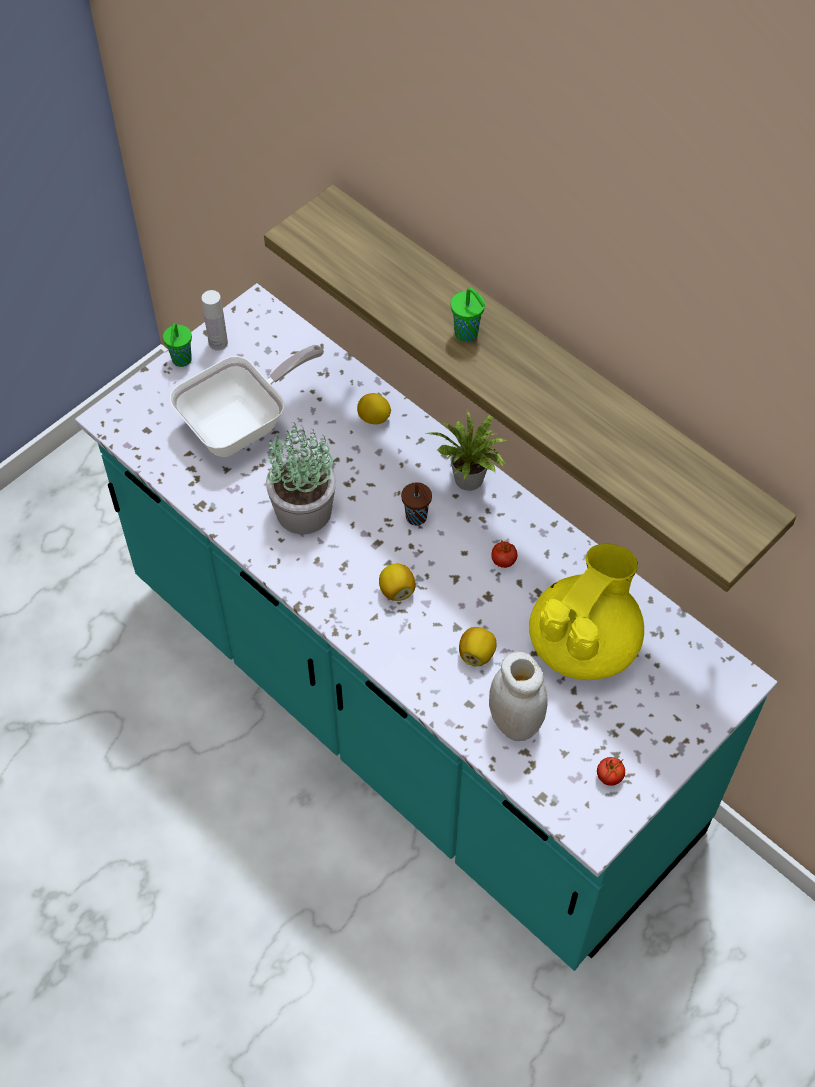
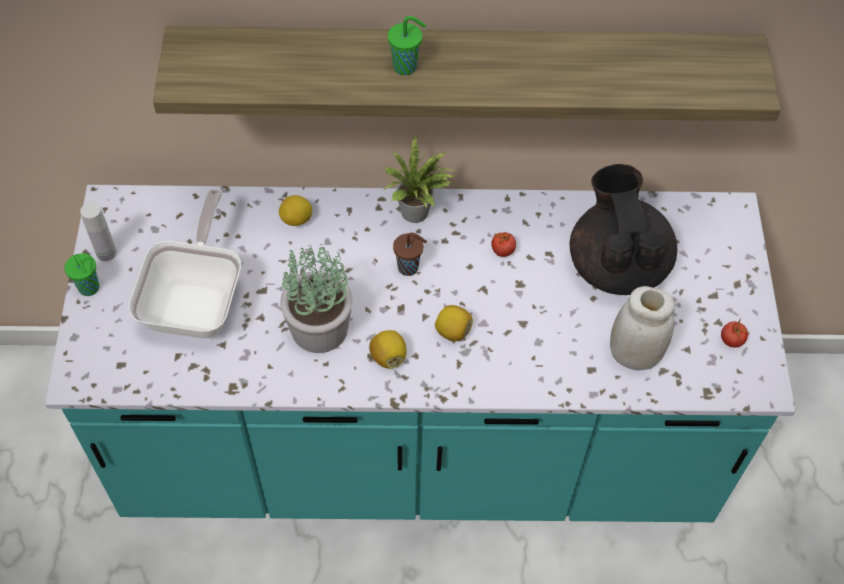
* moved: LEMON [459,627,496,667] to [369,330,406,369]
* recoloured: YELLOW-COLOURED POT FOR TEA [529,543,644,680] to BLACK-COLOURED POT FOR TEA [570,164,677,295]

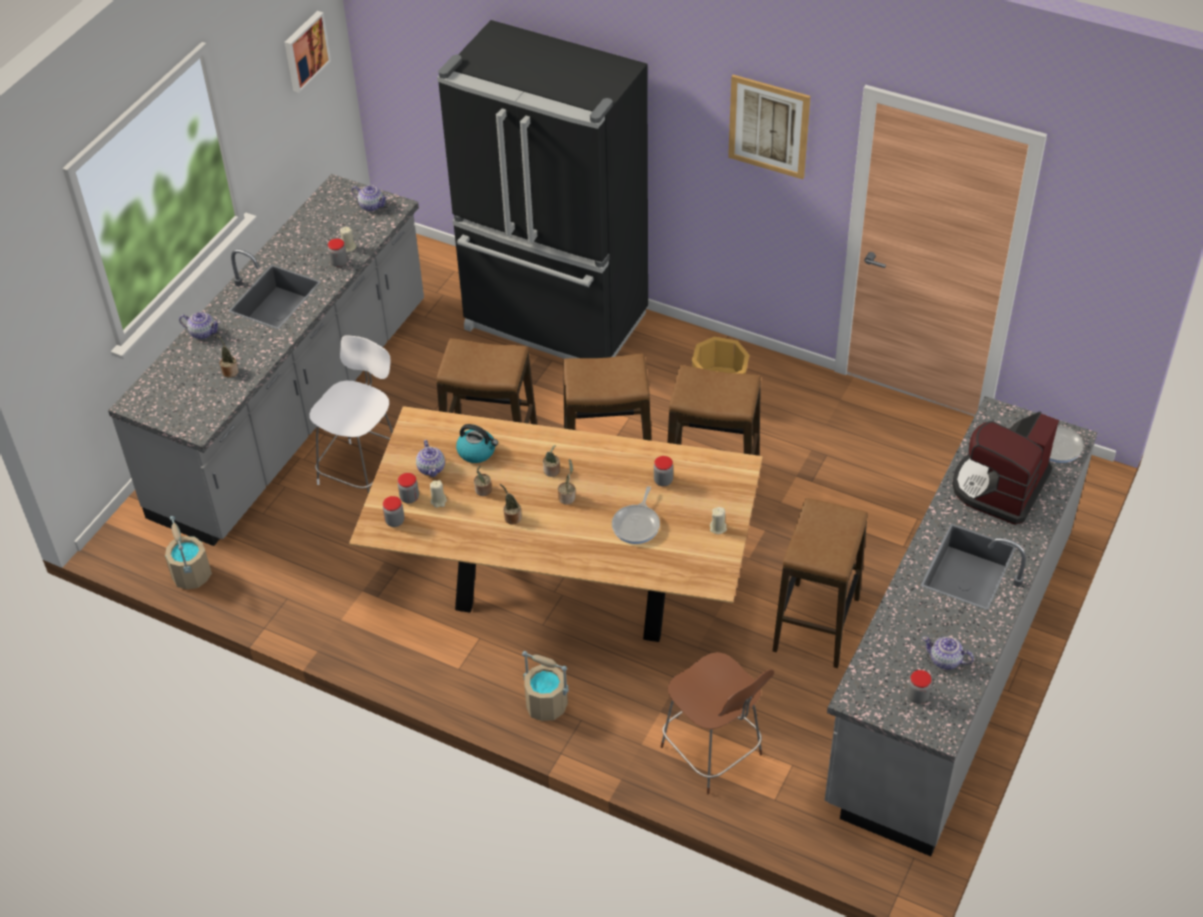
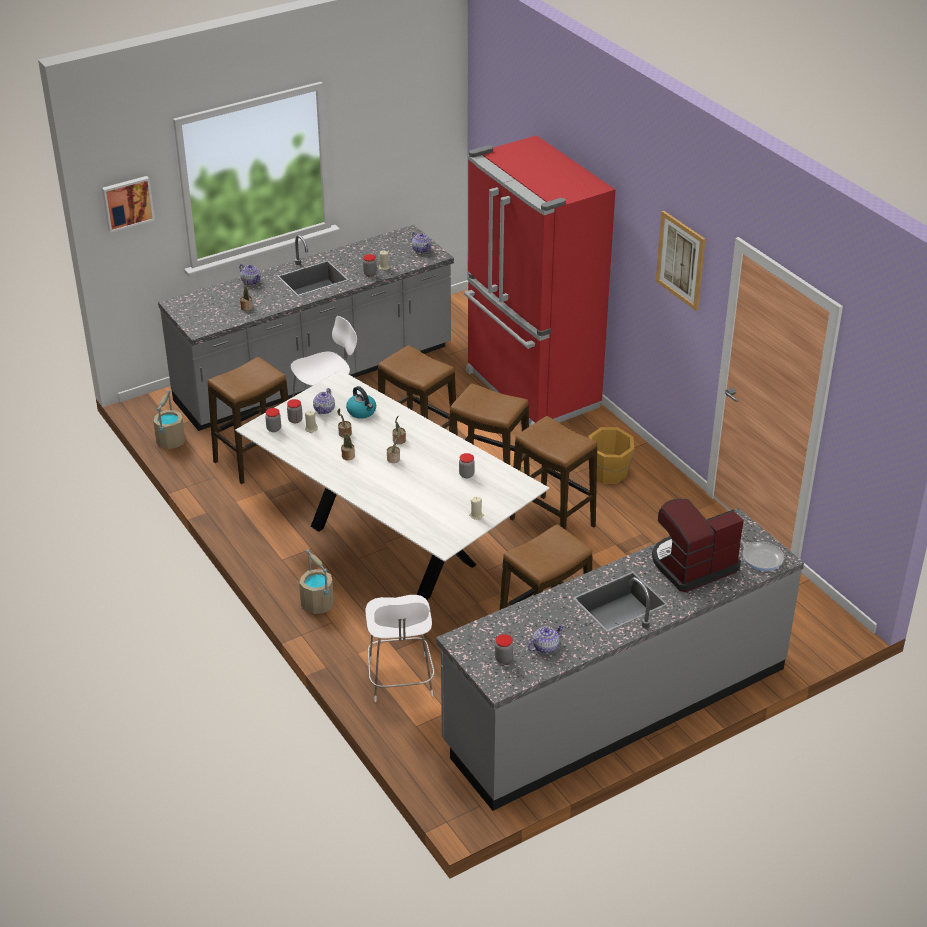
* moved: WALL ART [285,11,331,93] to [102,176,155,233]
* added: SITTING STOOL [208,357,289,484]
* recoloured: BROWNISH KITCHEN TABLE [349,406,763,642] to WHITE KITCHEN TABLE [235,370,550,600]
* recoloured: BROWNISH UPRIGHT CHAIR [660,652,774,794] to WHITE UPRIGHT CHAIR [365,595,435,702]
* recoloured: BLACK-COLOURED KITCHEN FRIDGE [437,20,648,359] to RED-COLOURED KITCHEN FRIDGE [464,135,616,426]
* turned: POT FOR TEA [922,636,974,669] = [528,624,565,654] 90 degrees clockwise
* removed: FRYING PAN [612,486,660,544]

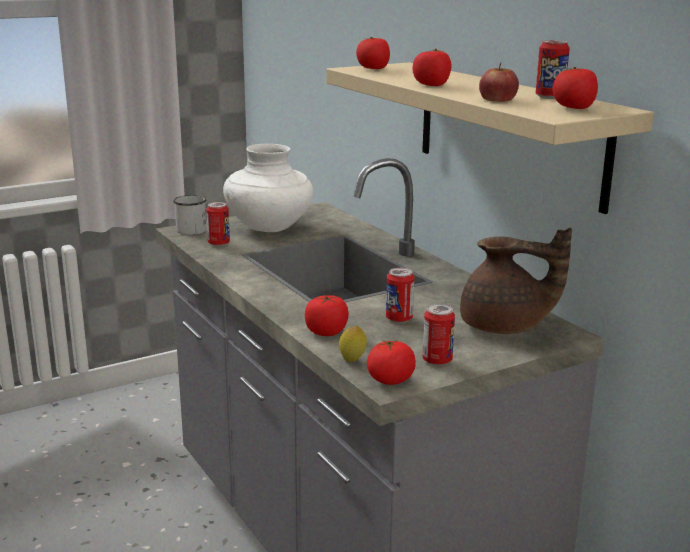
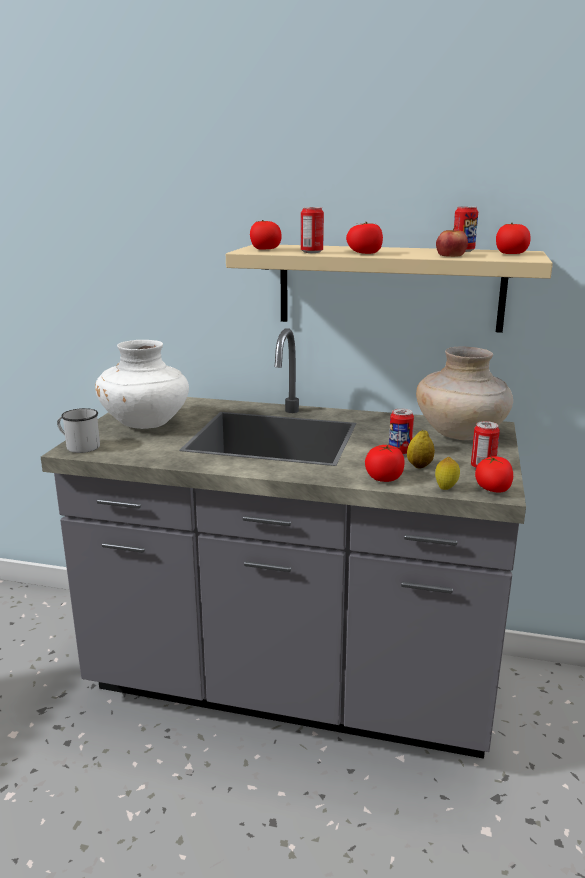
* moved: METAL CAN [206,202,230,246] to [301,207,324,253]
* added: LEMON [407,430,435,469]
* replaced: BROWNISH POT FOR TEA [460,228,572,334] to BEIGE DECORATIVE VASE [416,346,513,440]

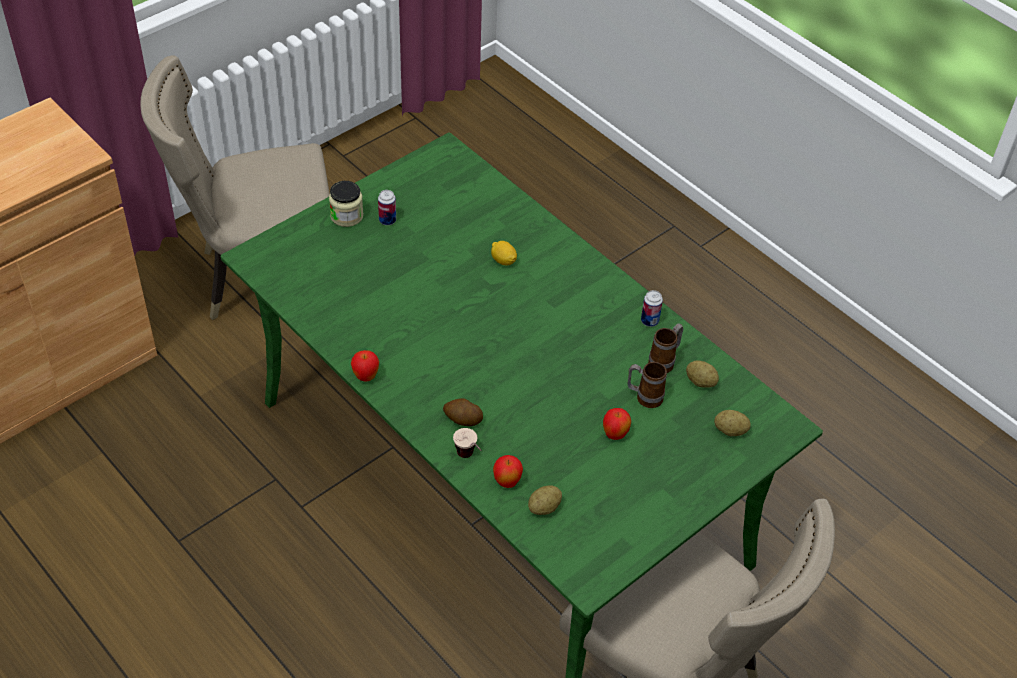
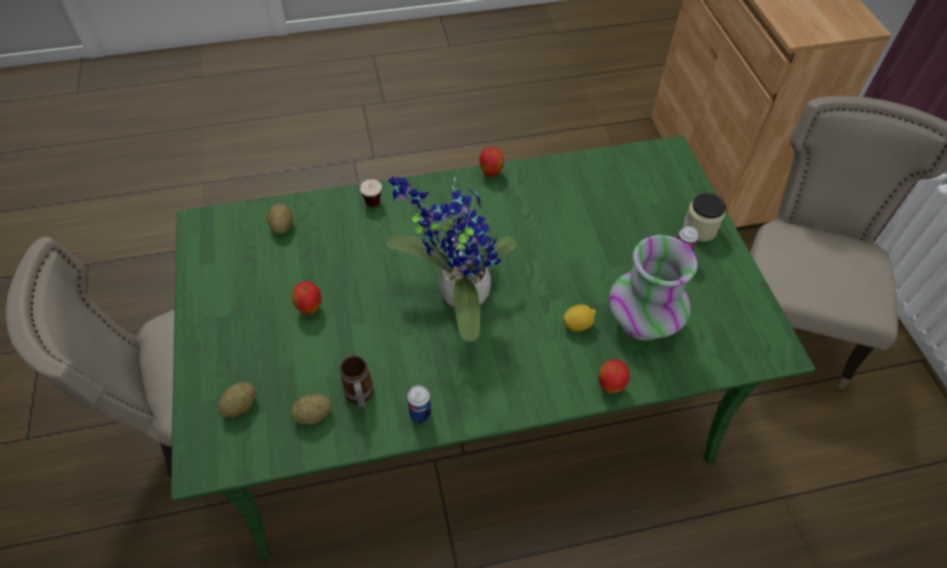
* added: PLANT IN A POT [386,176,516,342]
* moved: APPLE [493,455,523,488] to [598,359,630,394]
* added: DECORATIVE VASE [609,235,698,341]
* removed: SPUD [443,398,483,426]
* removed: TEA MUG [628,362,667,408]

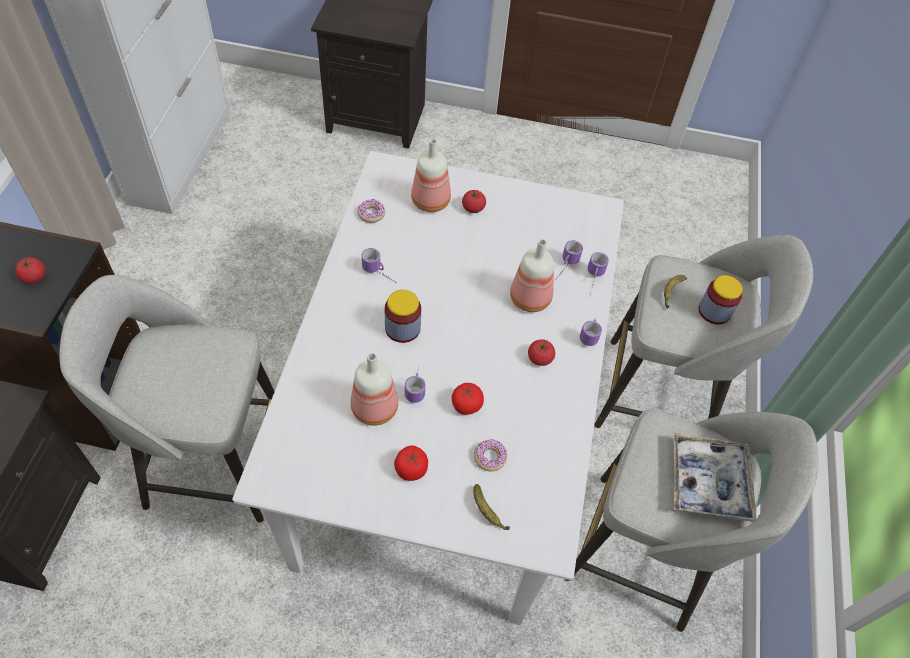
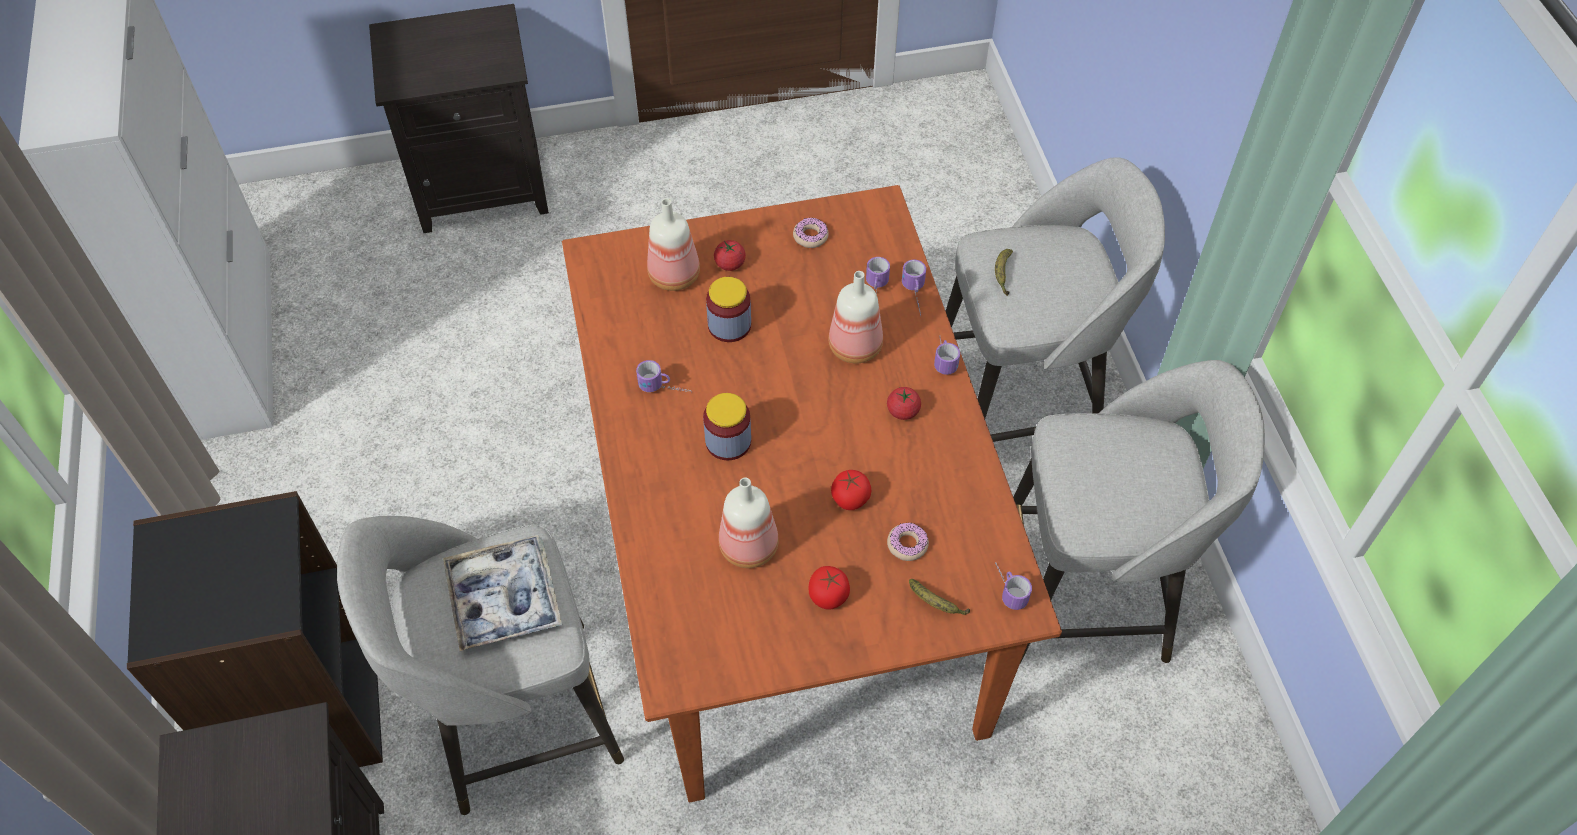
* moved: CARRYING TRAY [673,432,756,522] to [443,535,562,651]
* recoloured: WHITE KITCHEN TABLE [232,151,624,625] to BROWNISH KITCHEN TABLE [562,185,1062,802]
* moved: JAR [699,275,743,325] to [706,277,751,342]
* moved: DONUT [357,199,385,223] to [793,217,829,248]
* moved: TEA MUG [405,366,425,403] to [995,562,1032,610]
* removed: FRESH TOMATO [15,257,45,284]

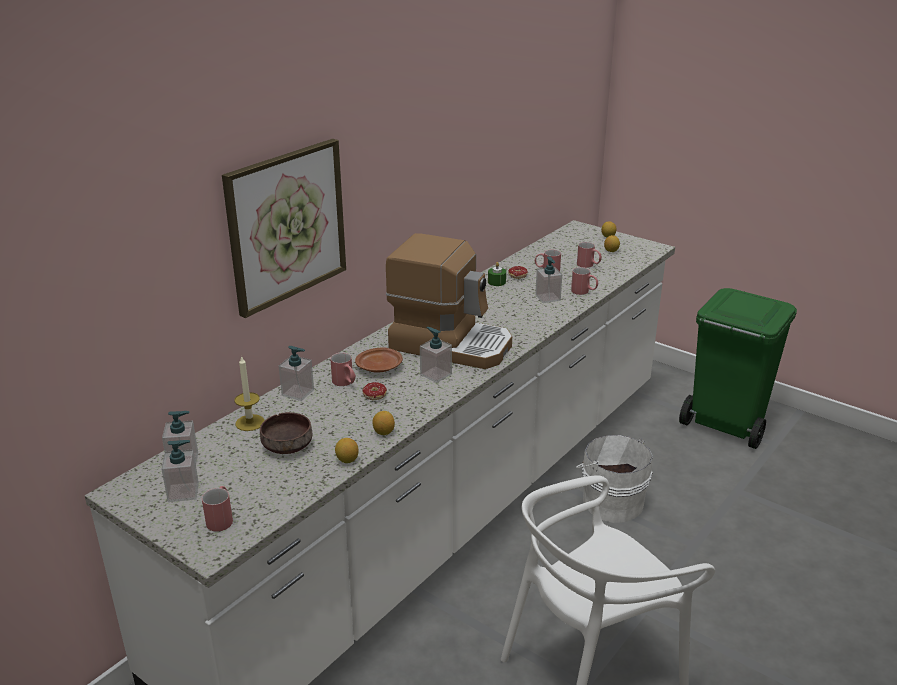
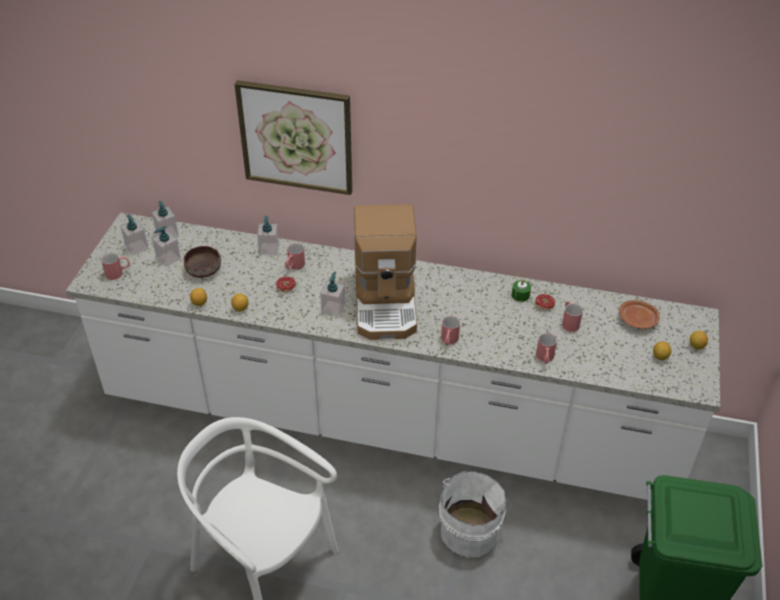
* moved: SOAP DISPENSER [535,256,562,303] to [152,226,181,267]
* moved: RED-COLOURED TEA MUG [577,242,602,268] to [441,316,460,346]
* moved: BROWNISH DINNER PLATE [355,347,403,373] to [619,300,660,329]
* removed: CANDLE [235,355,265,431]

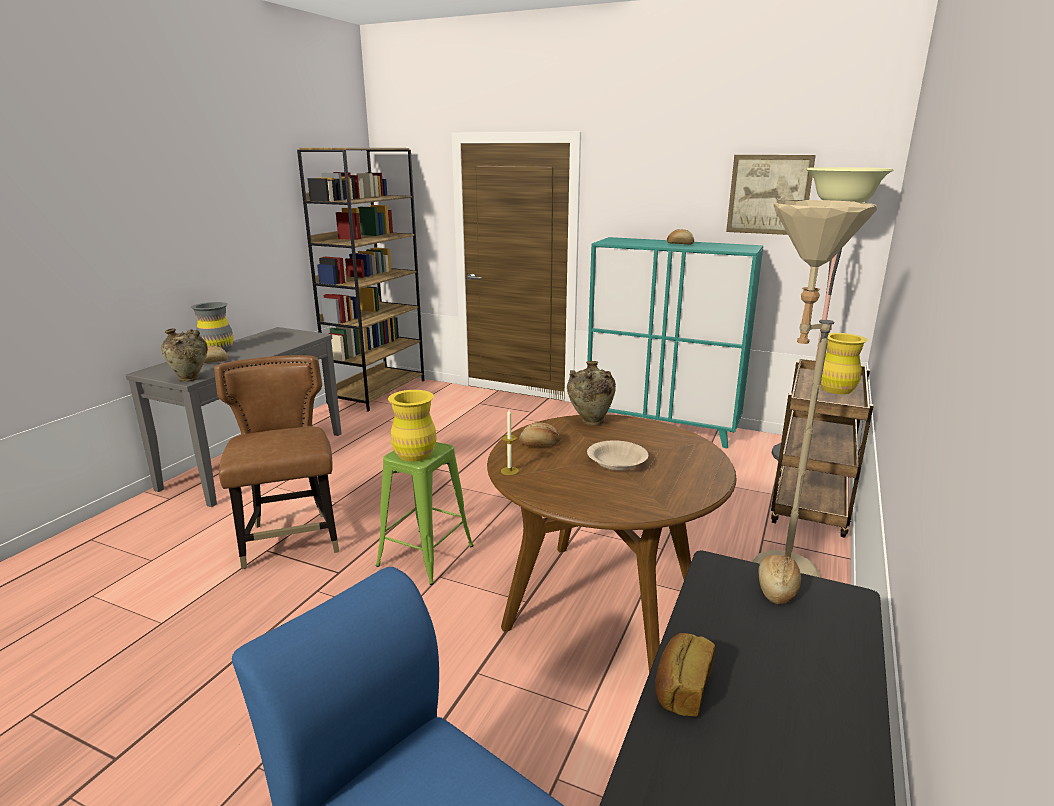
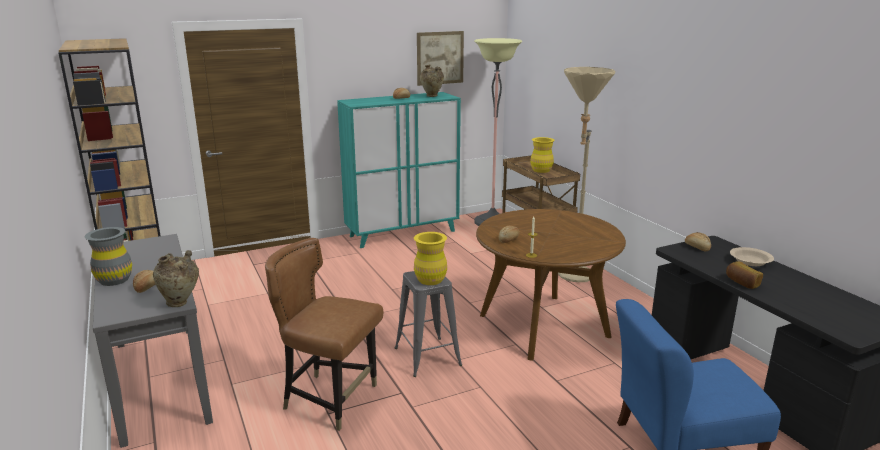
* recoloured: GREENISH SITTING STOOL [376,442,474,585] to GRAY SITTING STOOL [395,271,462,377]
* moved: BEIGE DECORATIVE VASE [567,361,616,426] to [420,65,444,97]
* moved: BEIGE SERVING BOWL [587,440,648,471] to [730,247,774,266]

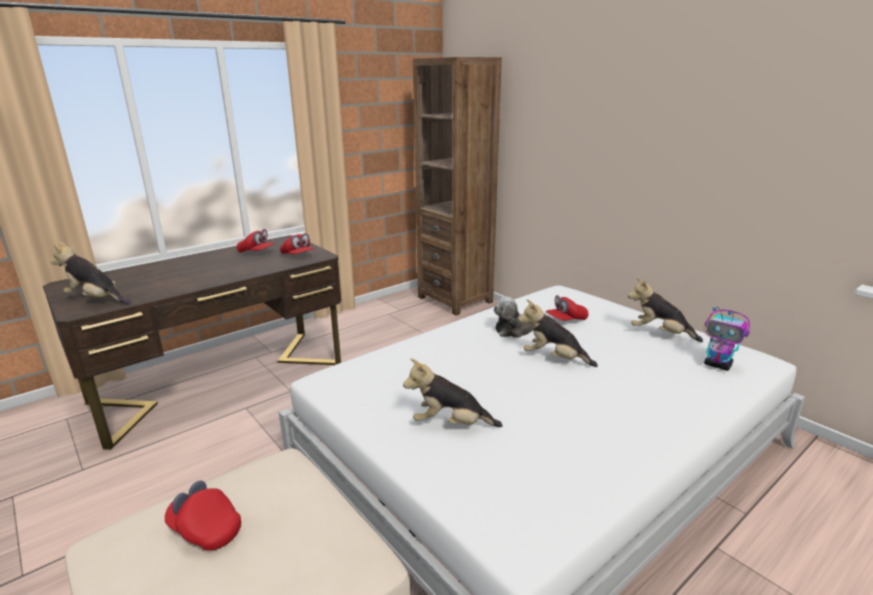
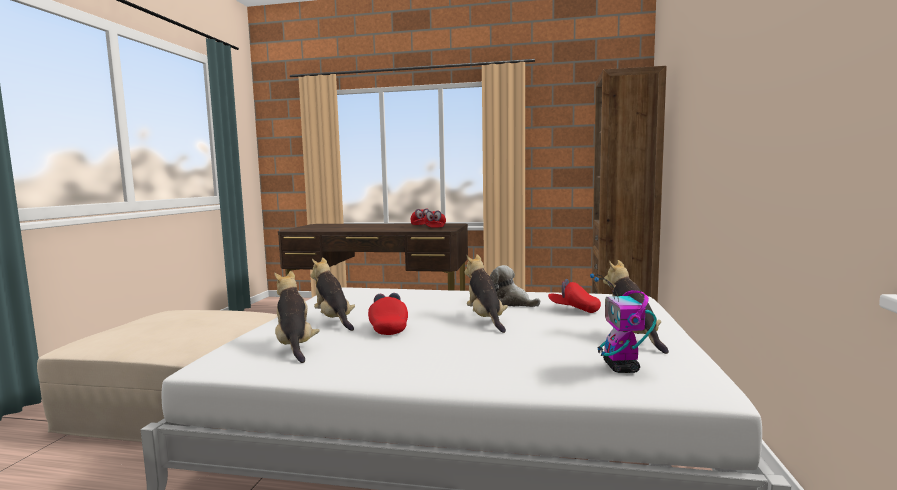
* moved: PLUSH TOY [50,241,131,304] to [274,271,320,363]
* moved: RED-COLOURED BASEBALL CAP [165,481,241,551] to [368,293,408,335]

